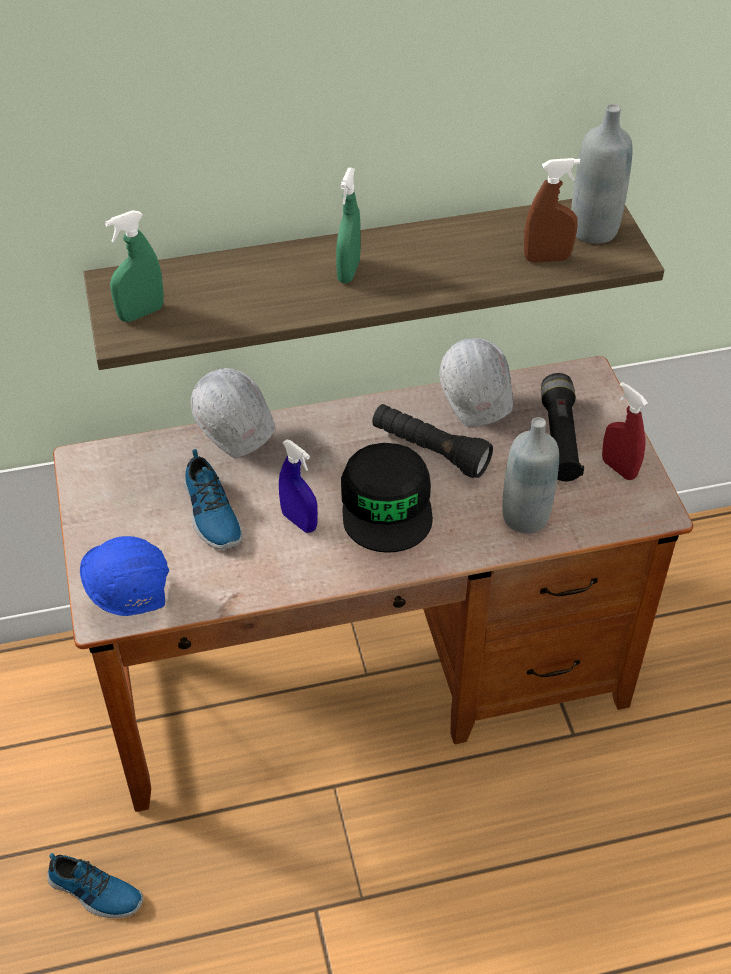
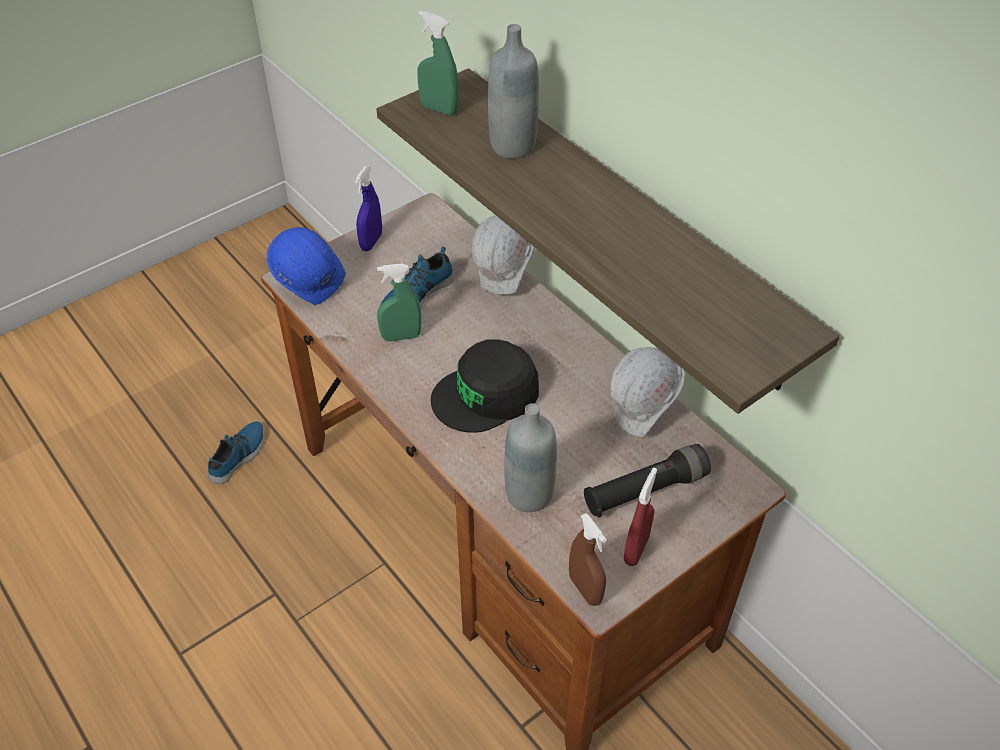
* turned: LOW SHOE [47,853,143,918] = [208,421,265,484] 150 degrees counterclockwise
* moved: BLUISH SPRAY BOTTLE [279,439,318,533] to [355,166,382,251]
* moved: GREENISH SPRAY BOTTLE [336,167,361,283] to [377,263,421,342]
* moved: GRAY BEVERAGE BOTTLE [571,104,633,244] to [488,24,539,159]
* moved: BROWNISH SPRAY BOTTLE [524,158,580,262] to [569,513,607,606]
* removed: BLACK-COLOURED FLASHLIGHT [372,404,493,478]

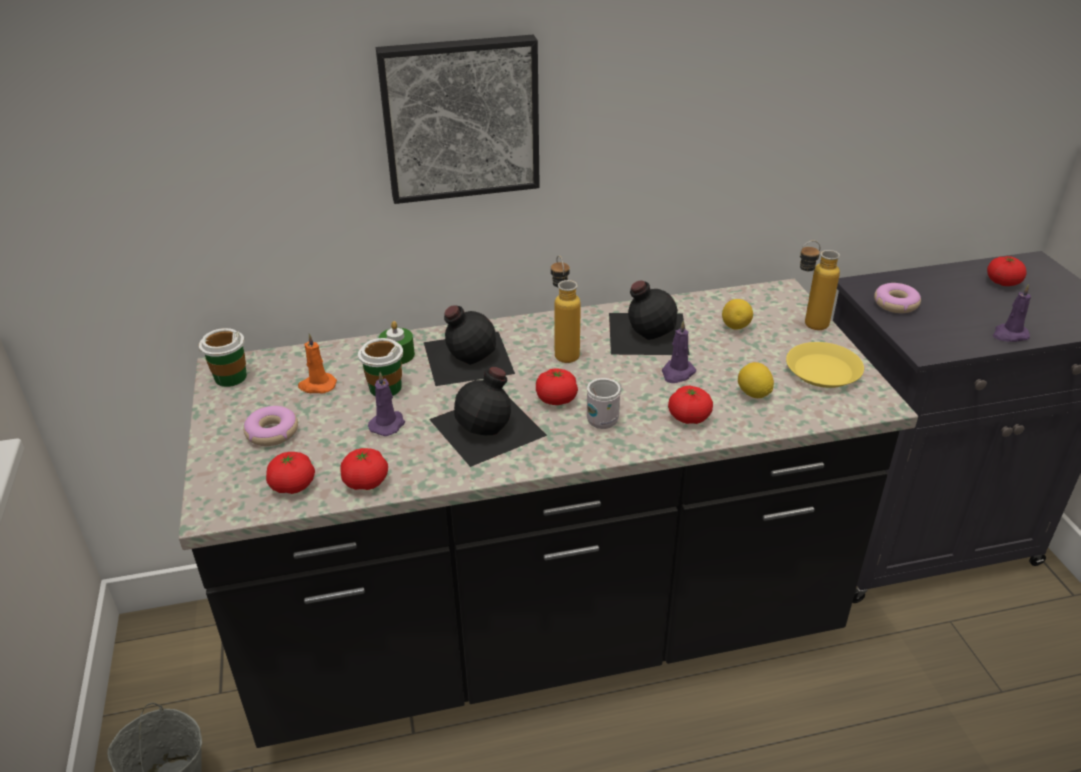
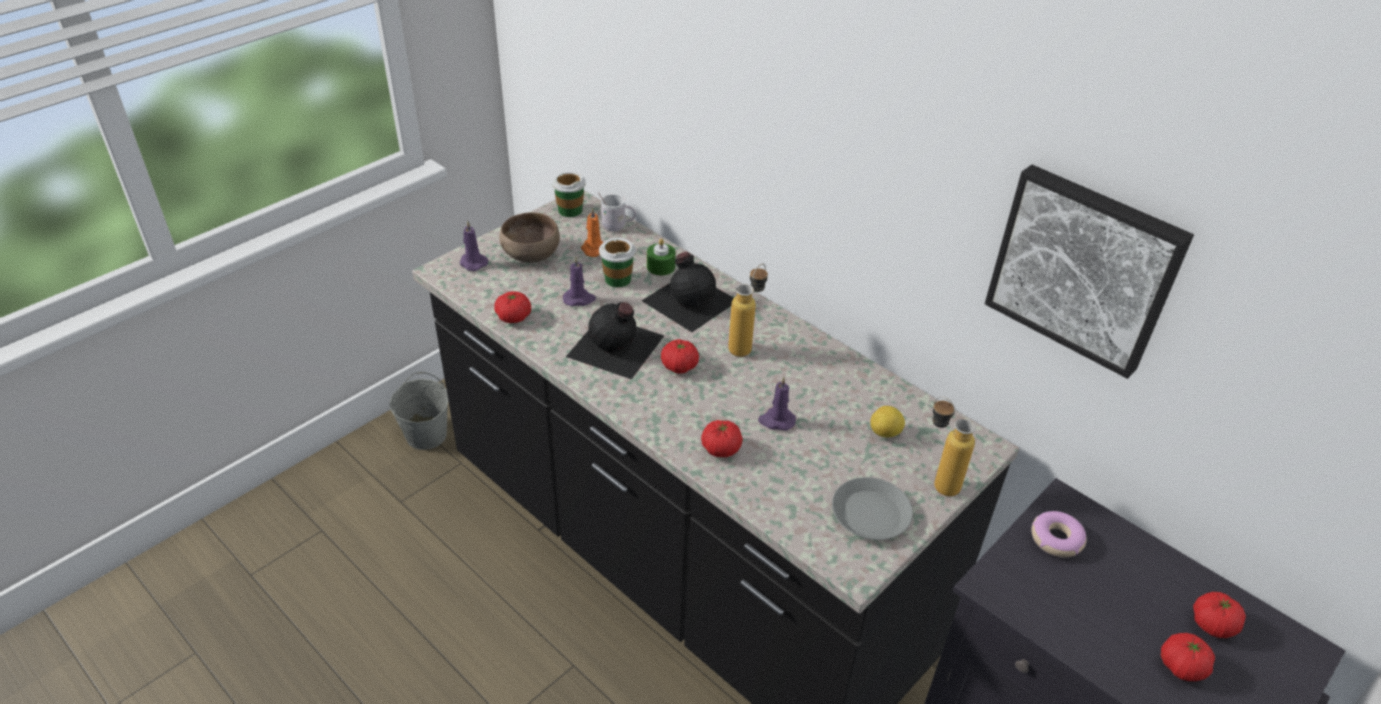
* moved: PURPLISH CANDLE [993,284,1031,342] to [459,221,488,271]
* replaced: DONUT [243,406,298,446] to BROWNISH SERVING BOWL [499,212,560,262]
* moved: WHITE TEA MUG [587,378,621,429] to [598,192,636,231]
* recoloured: YELLOW-COLOURED DINNER PLATE [786,342,864,388] to GRAY DINNER PLATE [832,477,913,540]
* moved: WALL ART [376,35,540,204] to [985,165,1194,379]
* moved: FRESH TOMATO [266,452,315,494] to [1161,633,1215,681]
* removed: BLACK-COLOURED BEVERAGE BOTTLE [609,280,689,355]
* removed: LEMON [738,362,774,398]

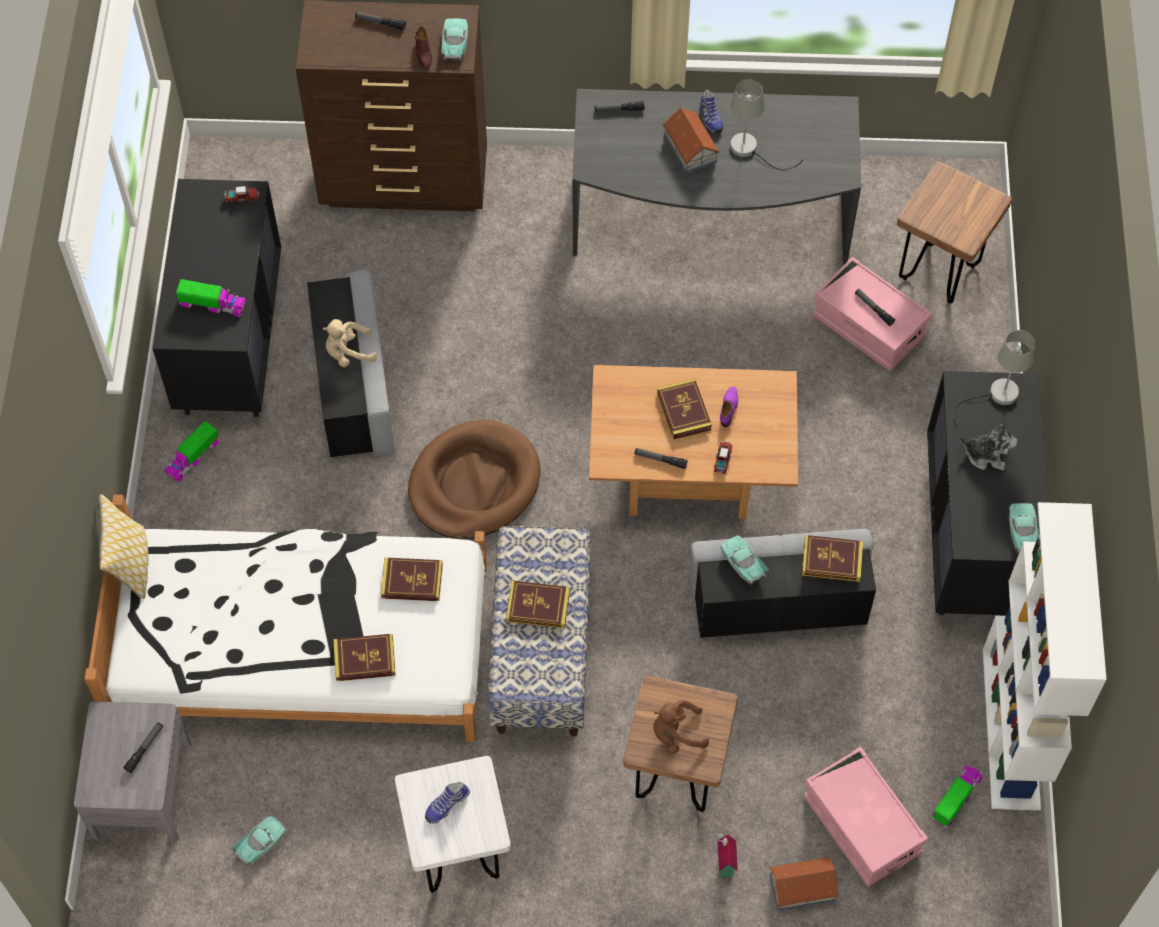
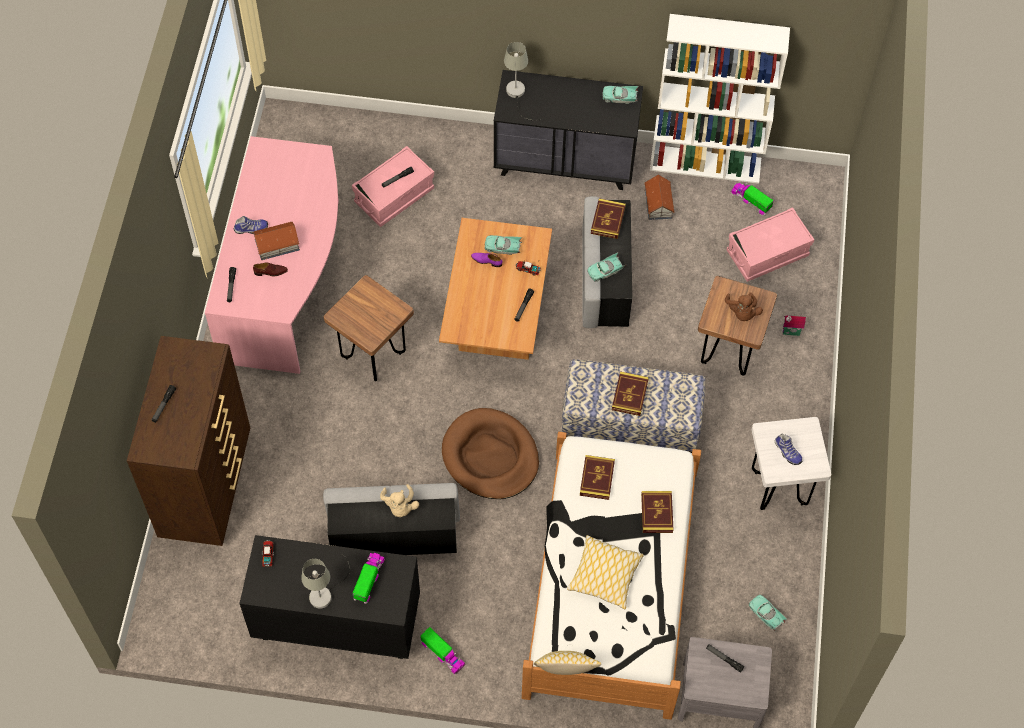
* recoloured: GRAY DESK TABLE [572,89,861,264] to PINK DESK TABLE [205,136,339,374]
* moved: BROWNISH LOW SHOE [415,26,432,69] to [253,263,288,277]
* moved: GRAY LAMP FOR A TABLE [730,79,803,171] to [301,554,350,609]
* moved: BROWNISH SITTING STOOL [897,161,1012,303] to [324,275,414,381]
* moved: TURQUOISE MINIATURE CAR [441,18,468,60] to [485,235,522,255]
* added: CUSHION [567,535,644,609]
* moved: MODEL HOUSE [769,857,839,911] to [644,175,675,220]
* removed: BOOK [657,379,712,439]
* removed: PLUSH TOY [959,424,1018,470]

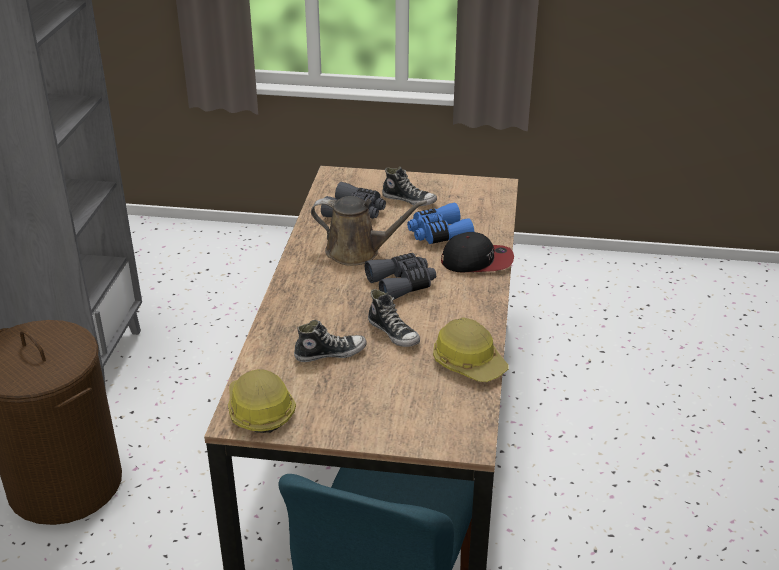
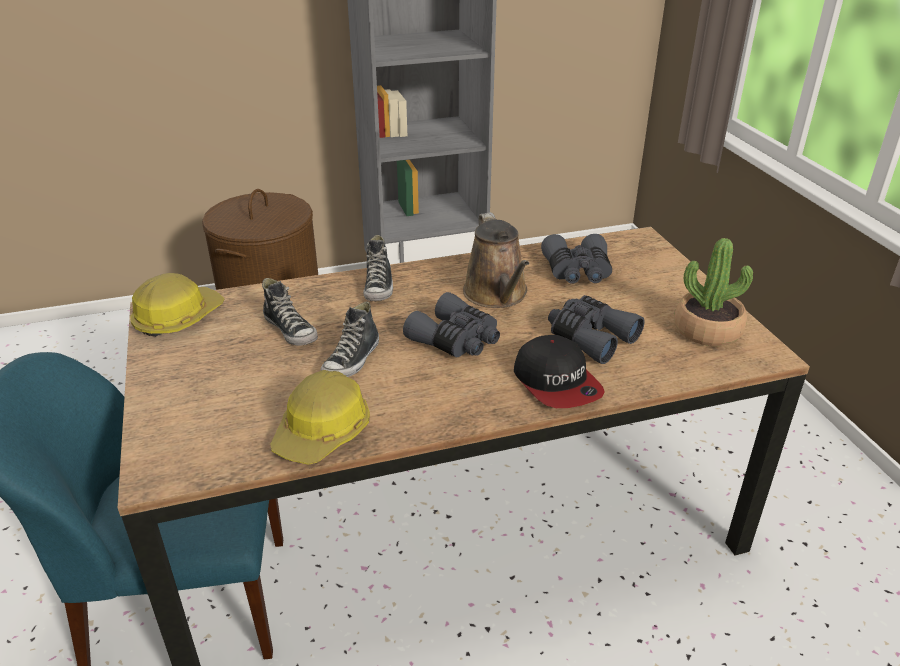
* moved: LOW SHOE [382,167,437,206] to [363,235,393,301]
* recoloured: BLUISH FIELD GLASSES [407,203,474,244] to GRAY FIELD GLASSES [548,295,645,364]
* added: PLANT IN A POT [674,238,753,346]

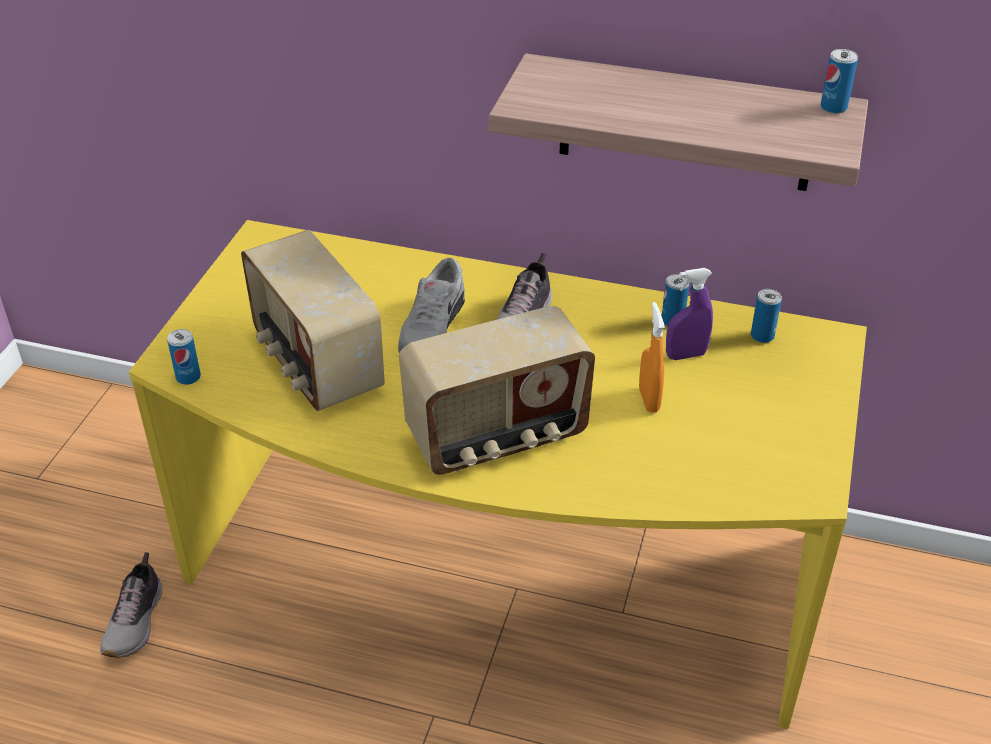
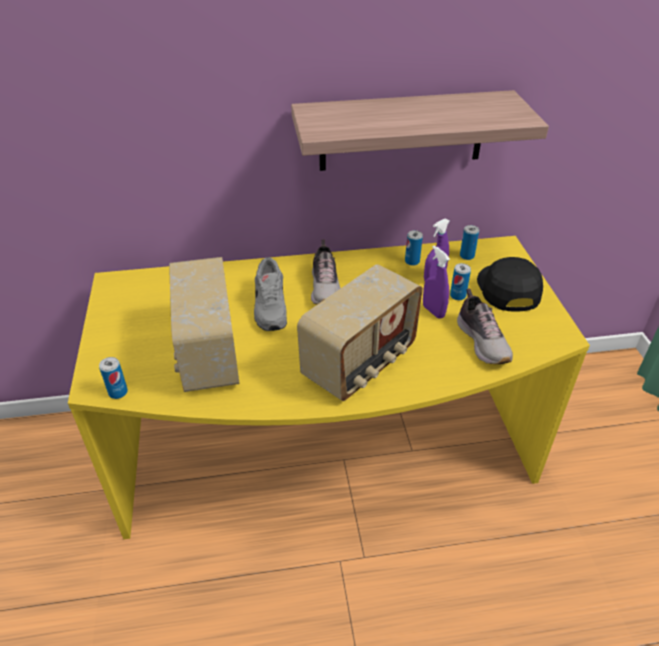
* turned: RADIO RECEIVER [241,230,385,411] = [169,257,240,392] 45 degrees clockwise
* recoloured: ORANGEY SPRAY BOTTLE [639,302,665,413] to PURPLISH SPRAY BOTTLE [423,246,450,319]
* moved: METAL CAN [821,49,858,114] to [450,263,471,300]
* moved: LOW SHOE [100,552,162,658] to [457,288,513,364]
* added: BLACK-COLOURED BASEBALL CAP [477,257,543,311]

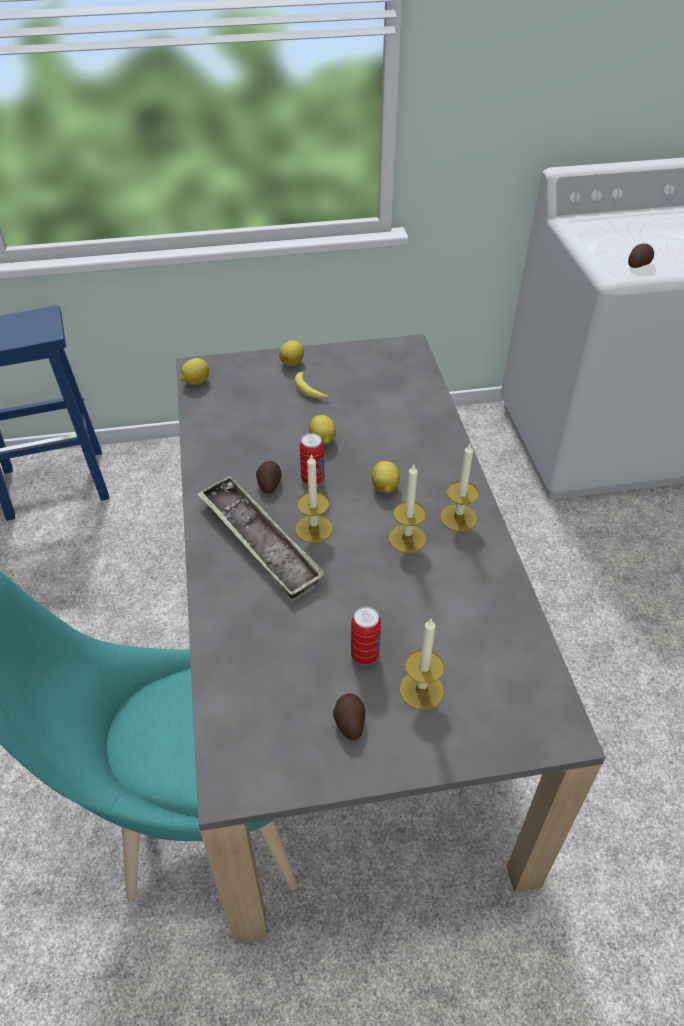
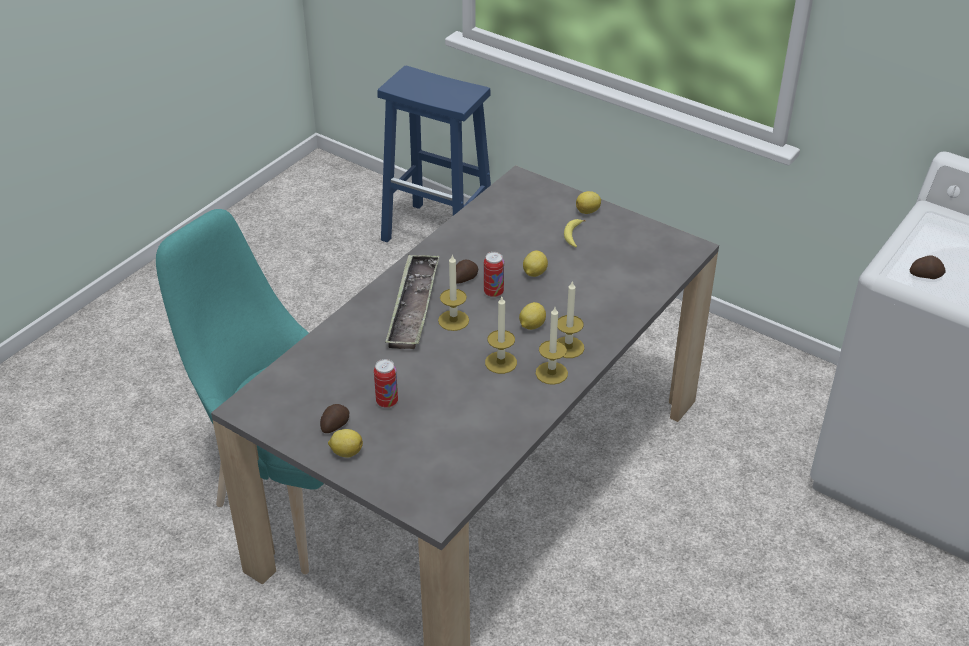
* moved: LEMON [181,358,209,385] to [328,429,363,457]
* moved: CANDLE [399,619,445,710] to [557,281,584,358]

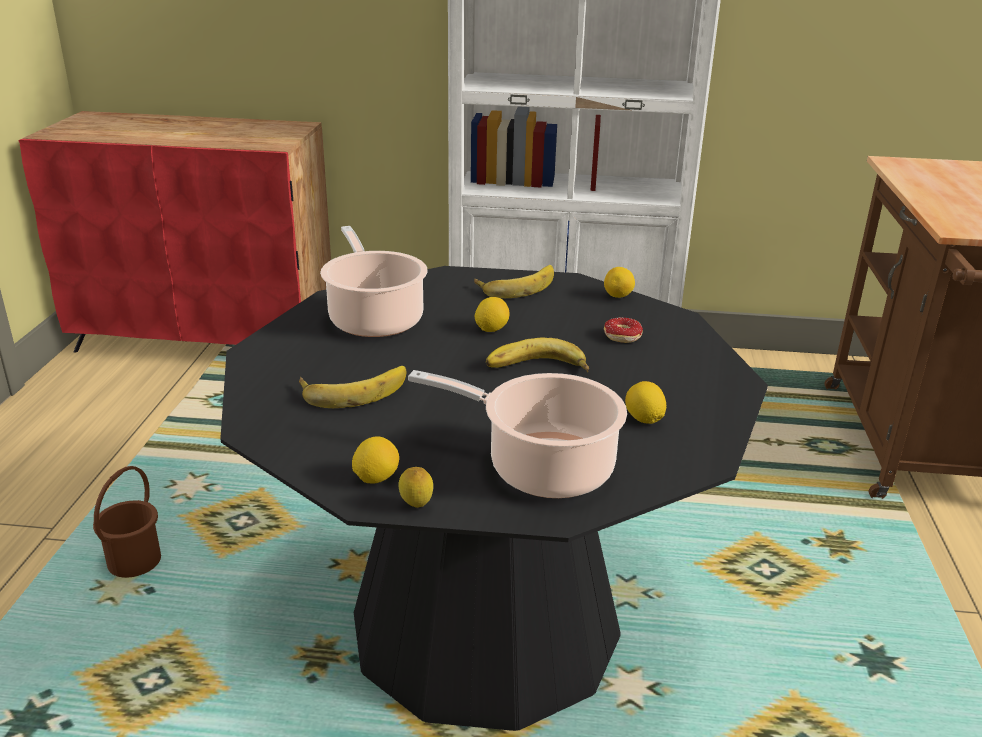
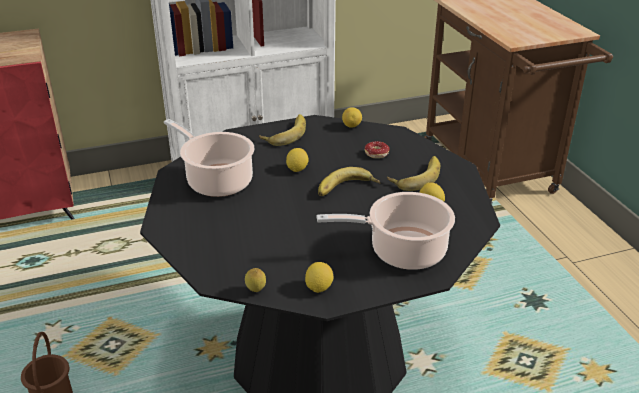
* moved: LEMON [399,467,433,508] to [245,268,266,292]
* moved: BANANA FRUIT [299,366,407,408] to [387,156,440,191]

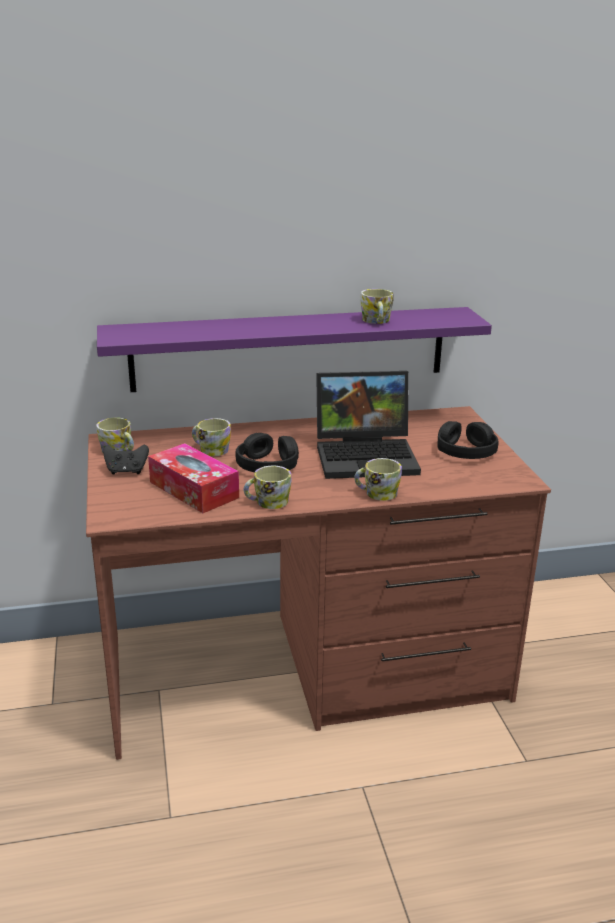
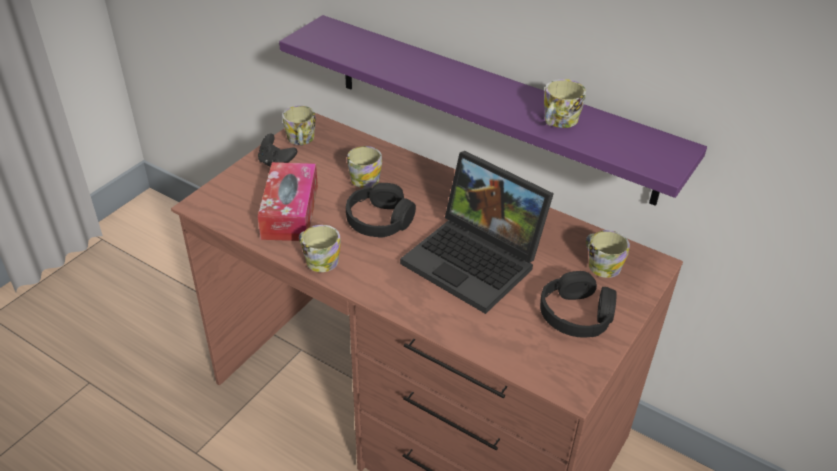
* moved: TEA MUG [354,458,402,501] to [586,230,630,278]

